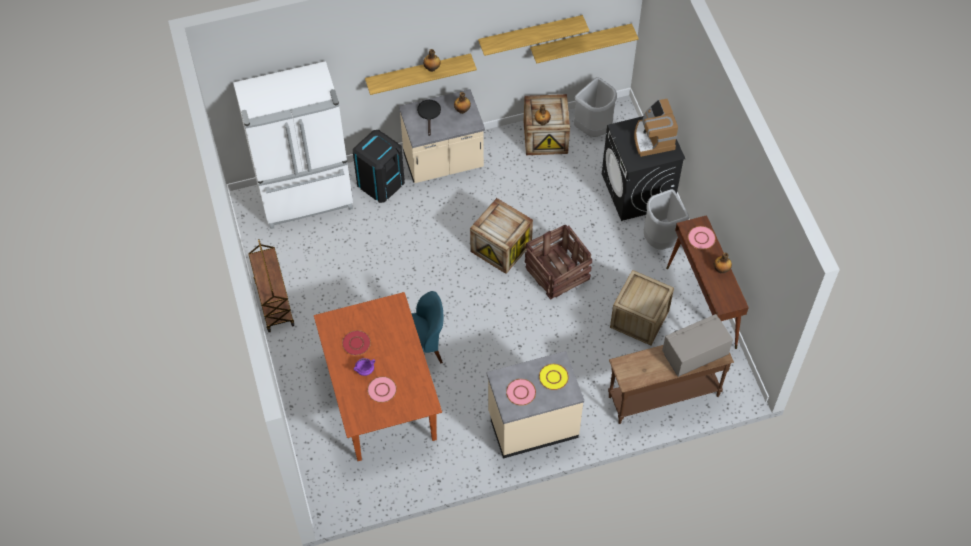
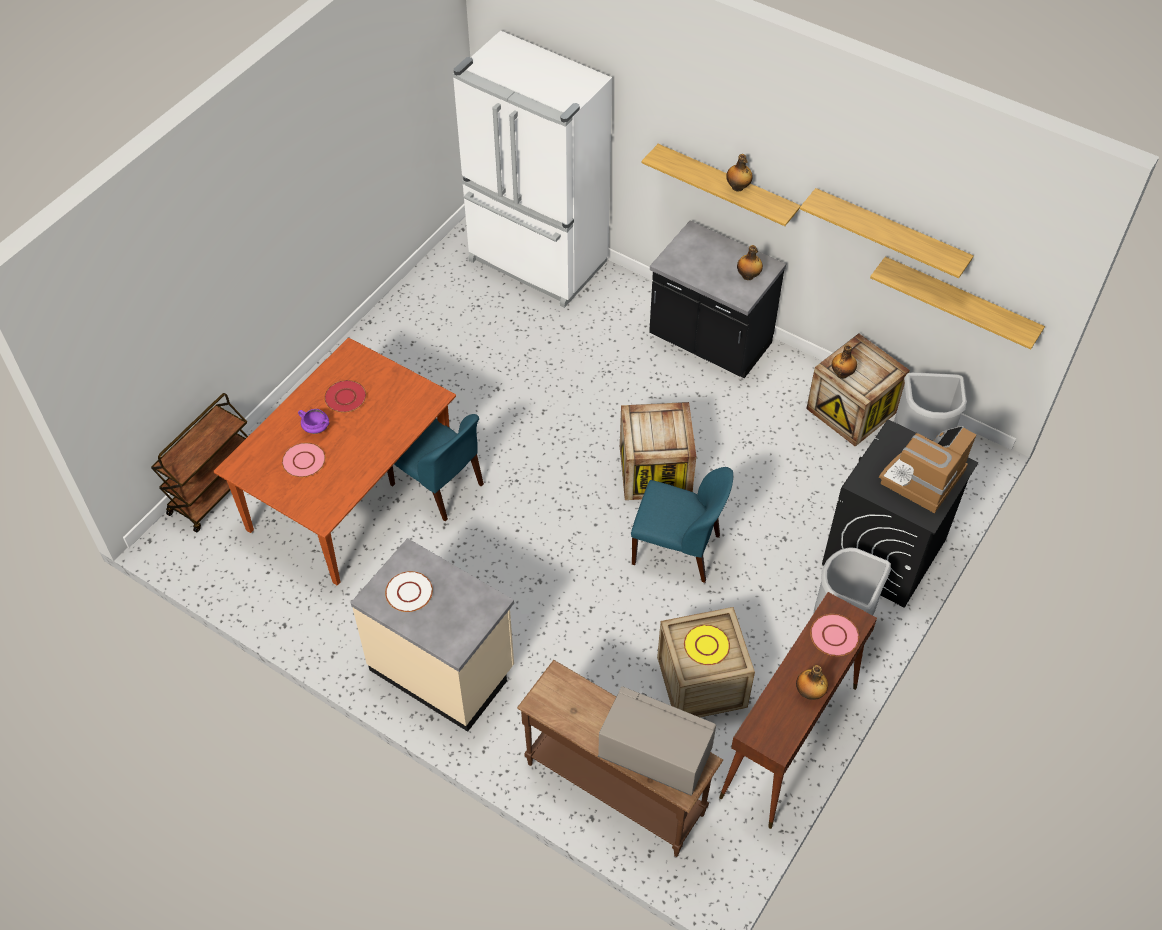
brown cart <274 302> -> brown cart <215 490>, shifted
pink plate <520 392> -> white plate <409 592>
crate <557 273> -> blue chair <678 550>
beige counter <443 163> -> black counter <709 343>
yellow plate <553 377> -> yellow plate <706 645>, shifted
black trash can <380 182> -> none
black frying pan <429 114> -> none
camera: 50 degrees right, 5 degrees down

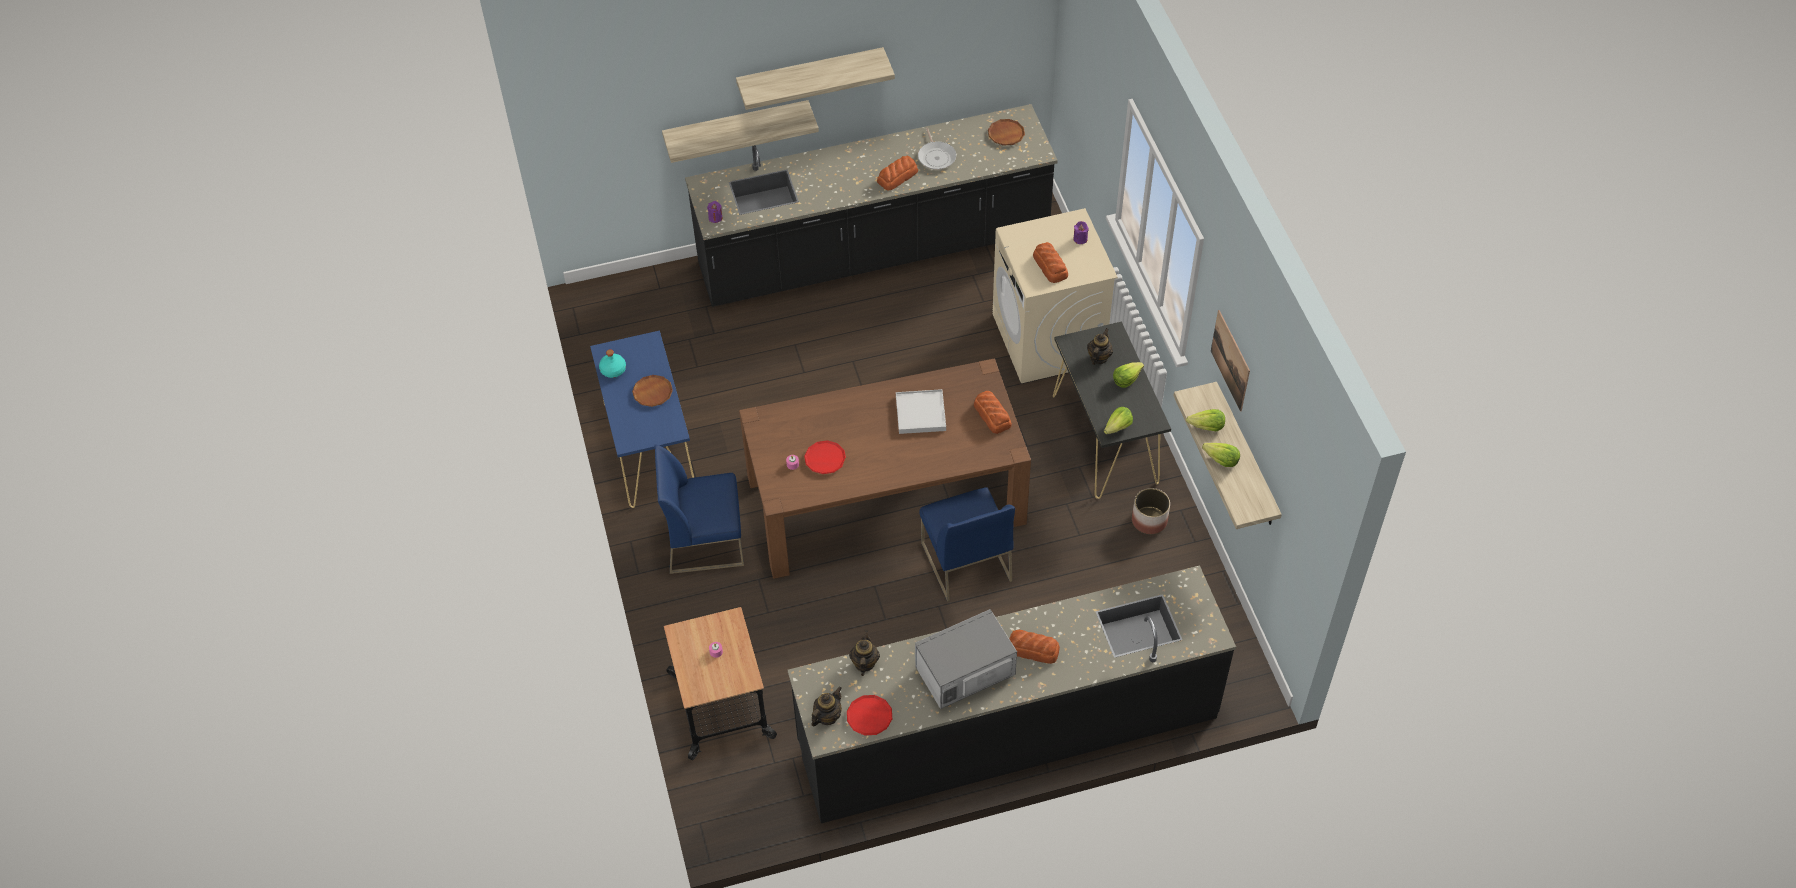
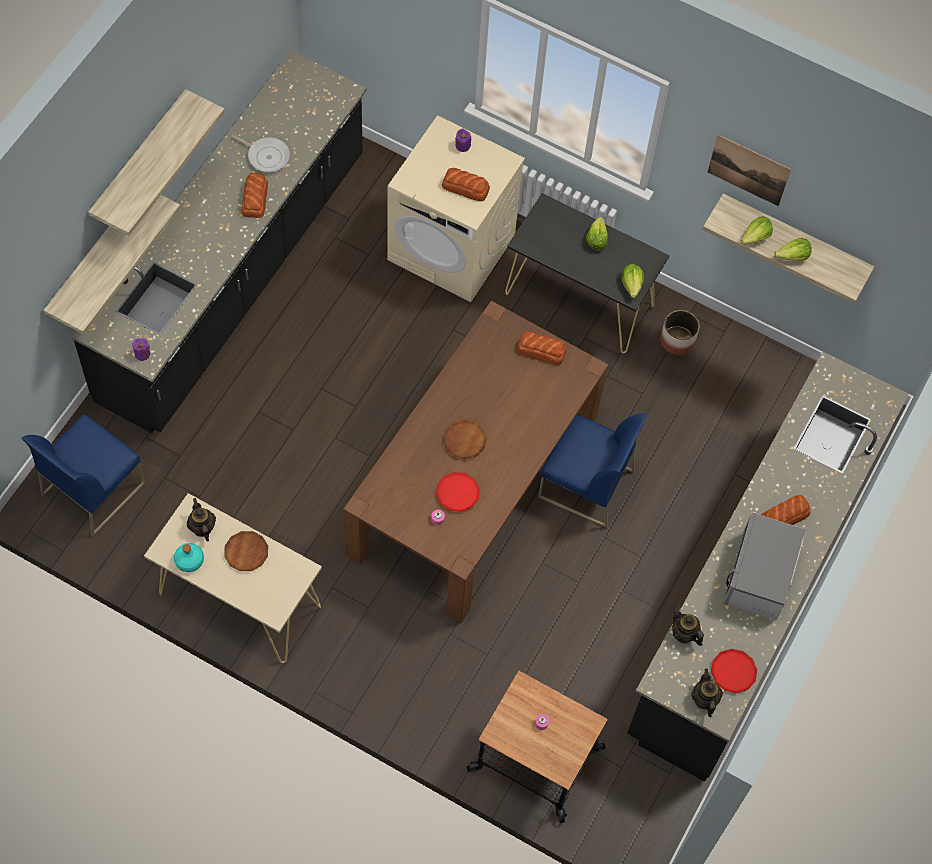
blue chair <705 540> -> blue chair <93 488>, shifted
blue console table <649 447> -> beige console table <239 599>
teapot <1098 357> -> teapot <202 528>, shifted
brown plate <1006 134> -> brown plate <464 441>, shifted
white tray <920 413> -> none
camera: 50 degrees left, 10 degrees up

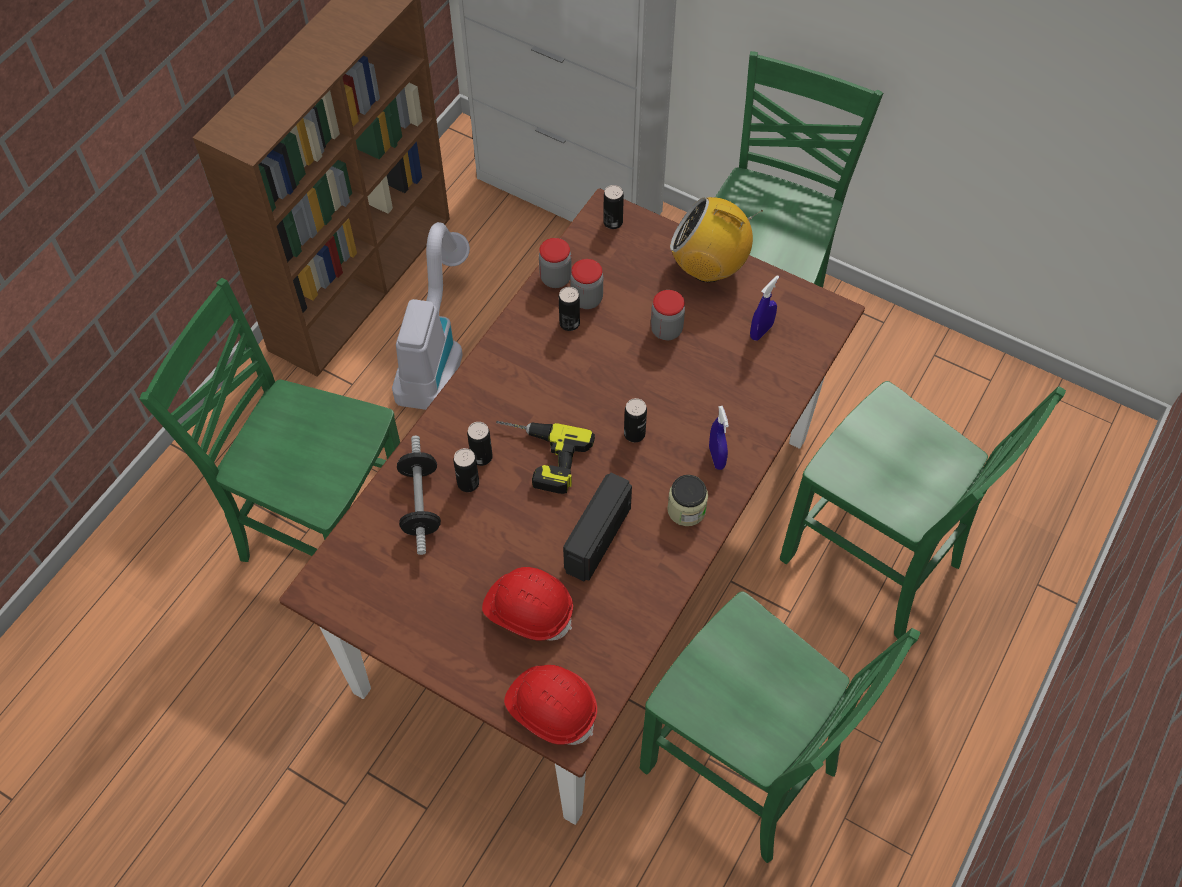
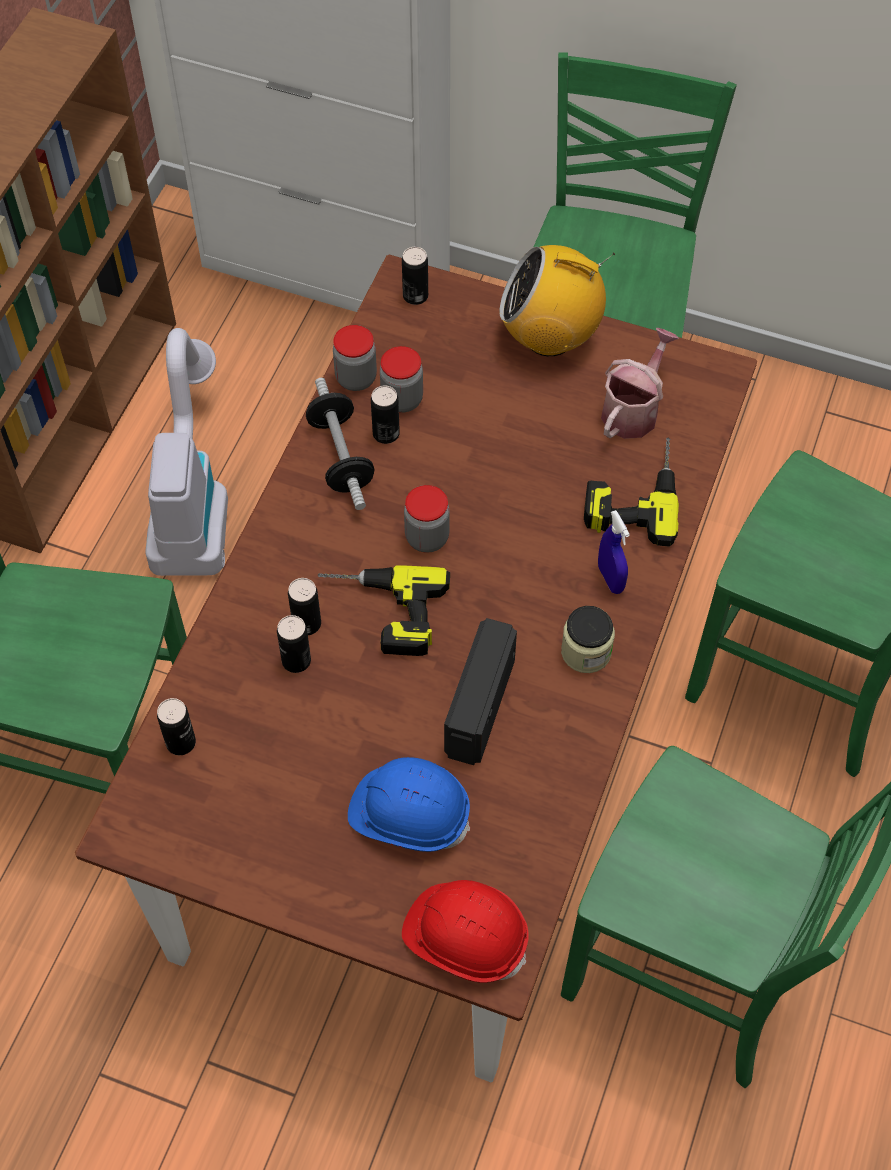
can <634 434> -> can <181 742>, shifted
dumbbell <420 503> -> dumbbell <341 456>, shifted
red hard hat <528 610> -> blue hard hat <409 814>
jar <666 330> -> jar <427 537>, shifted
none -> power drill <632 493>
blue spray bottle <761 331> -> watering can <633 409>
camera: 10 degrees left, 0 degrees up

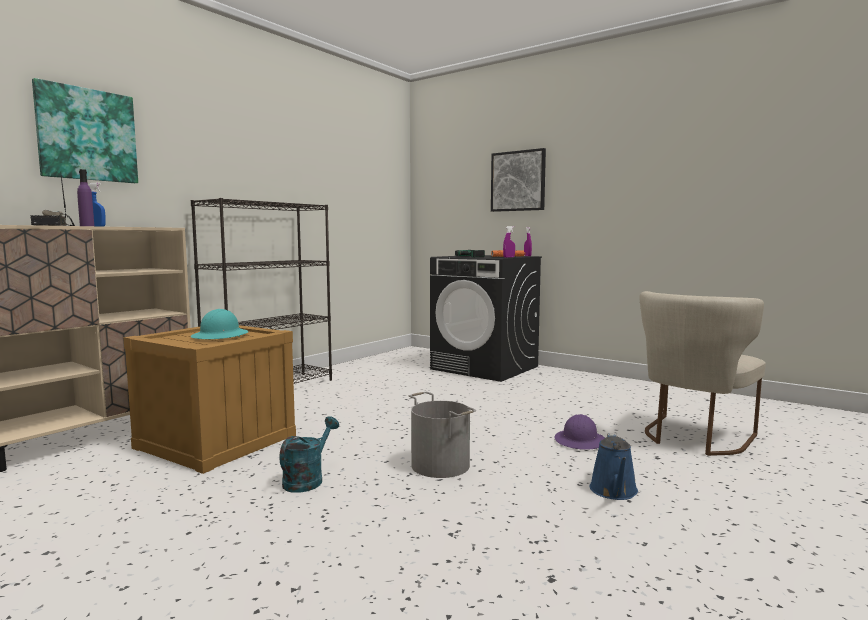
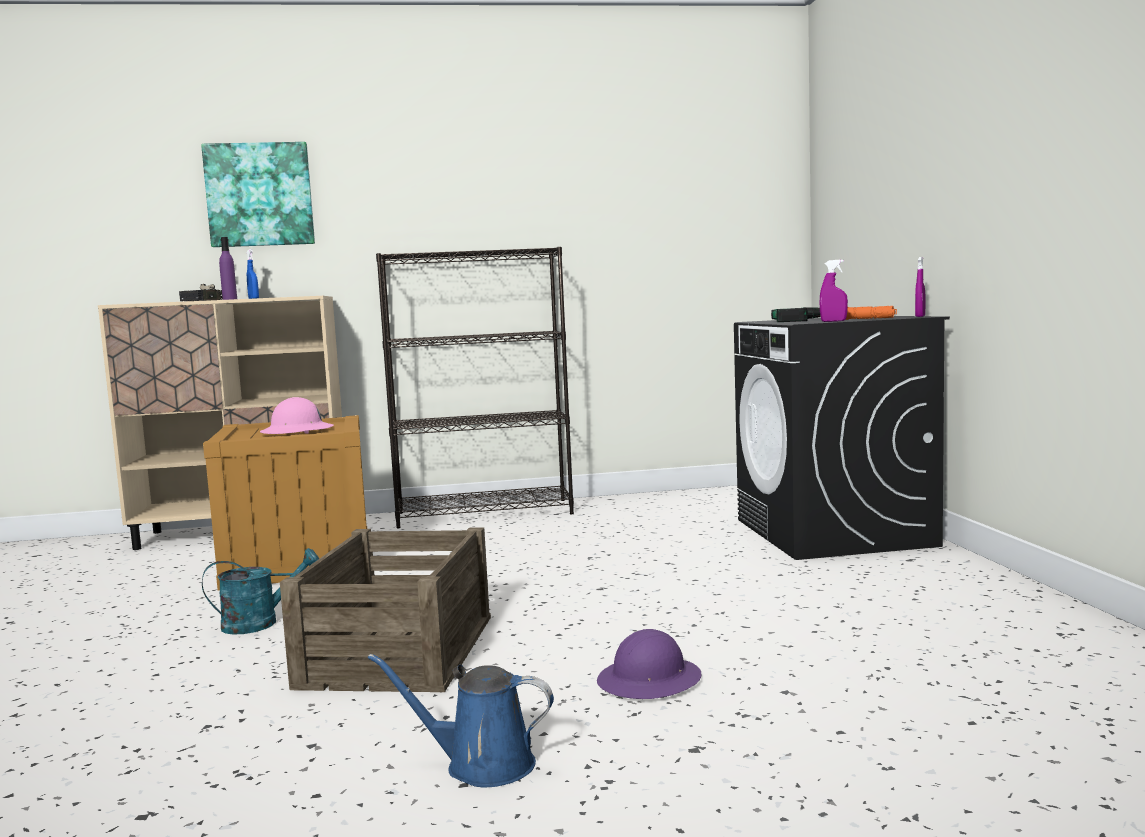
turquoise hard hat <220 336> -> pink hard hat <297 431>
grey bucket <439 465> -> crate <397 651>
blue watering can <614 492> -> blue watering can <481 765>, 45 degrees clockwise
picture <518 181> -> none
beige chair <694 438> -> none
camera: 45 degrees right, 0 degrees up

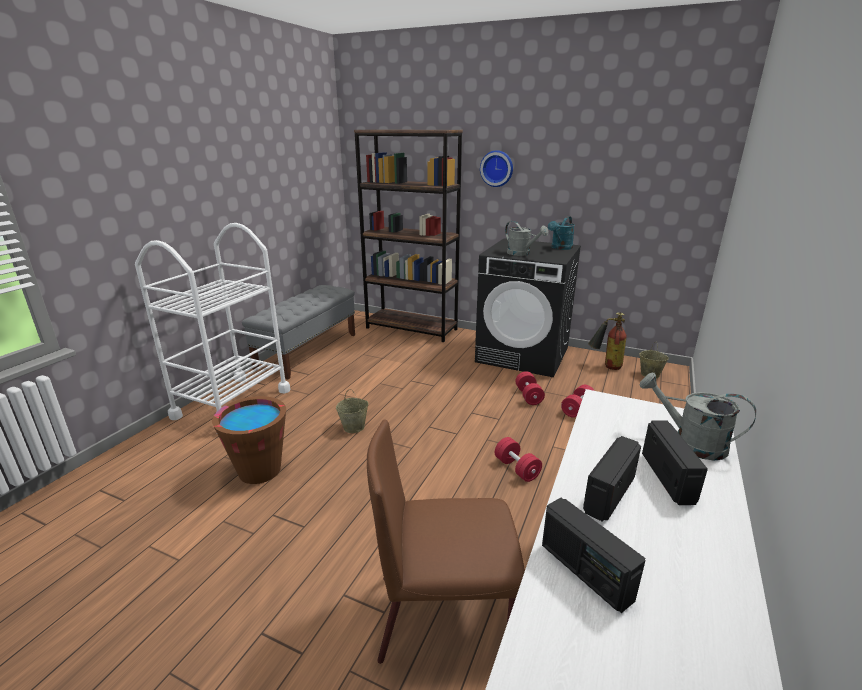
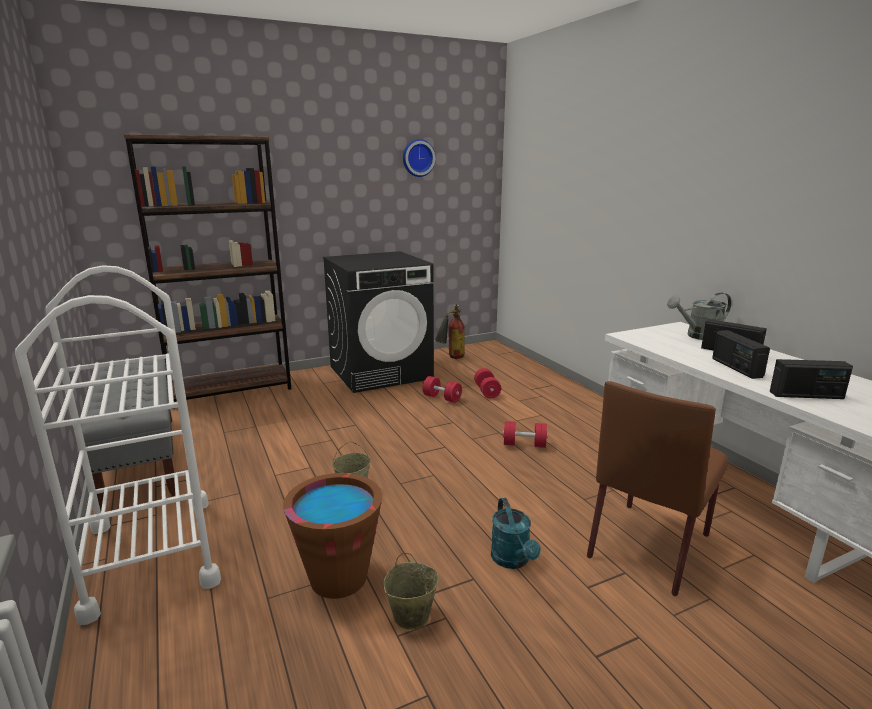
beige bucket <649 374> -> beige bucket <410 616>, shifted
wall clock <497 168> -> wall clock <417 158>, shifted
turquoise watering can <560 248> -> turquoise watering can <513 561>, shifted
grey watering can <522 254> -> none
camera: 50 degrees left, 5 degrees down

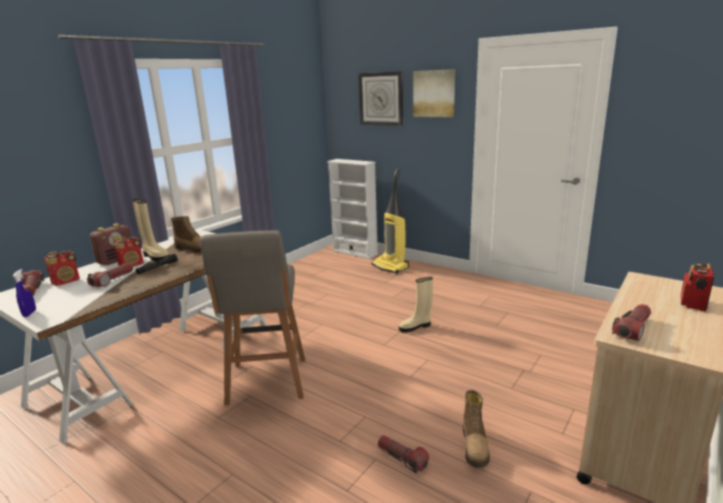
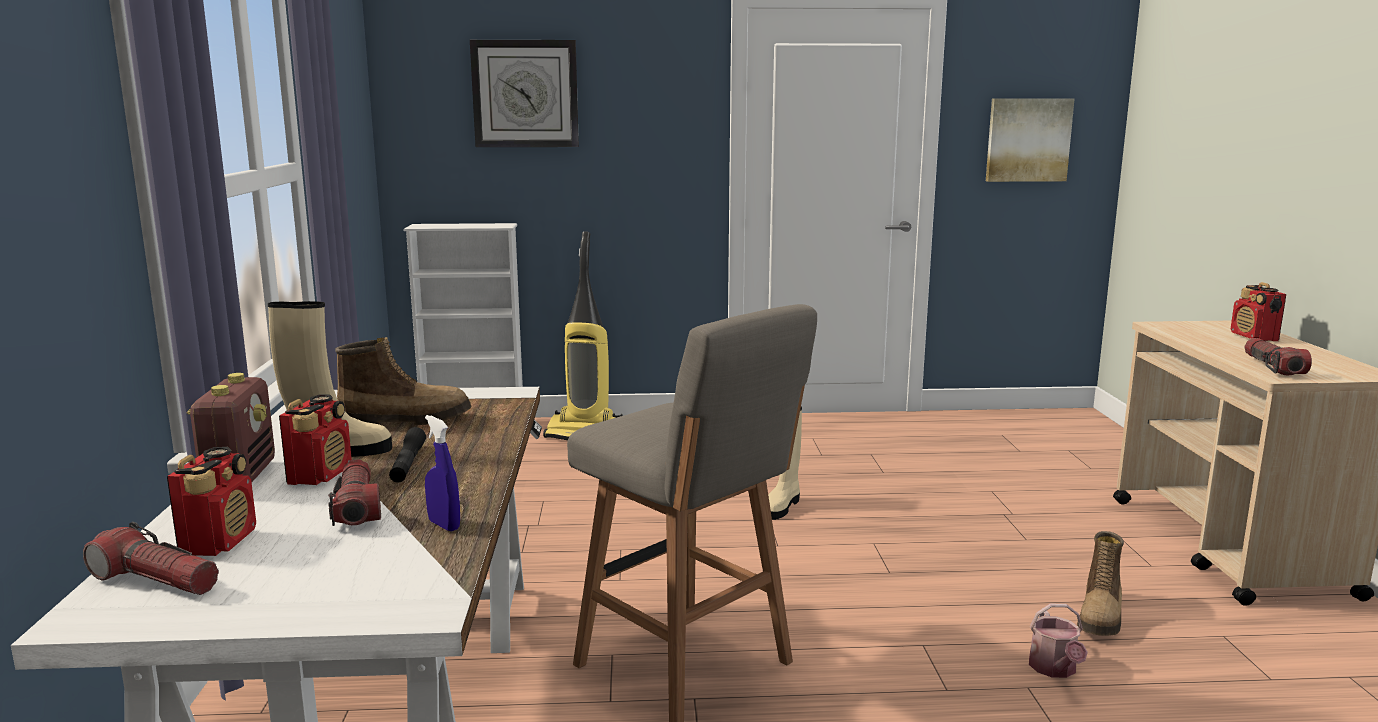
blue spray bottle <29 313> -> blue spray bottle <444 525>, shifted
picture <434 93> -> picture <1028 140>, shifted
flashlight <402 458> -> watering can <1054 669>
boot <475 446> -> boot <1101 617>, 60 degrees clockwise
camera: 40 degrees left, 5 degrees down

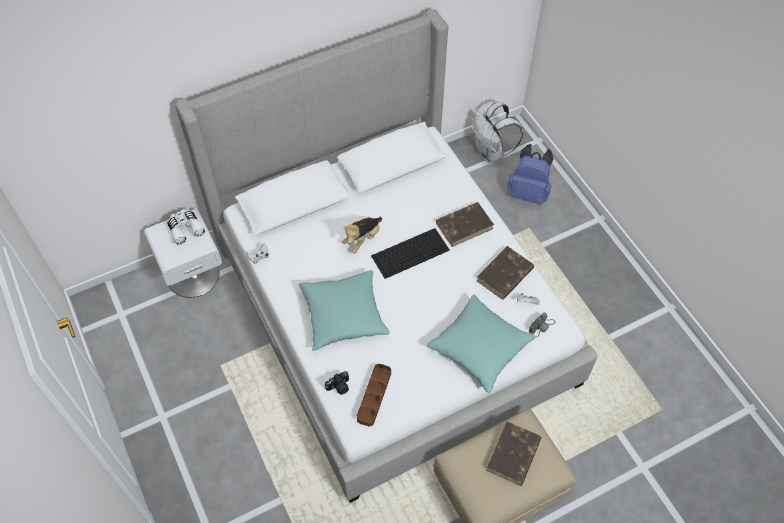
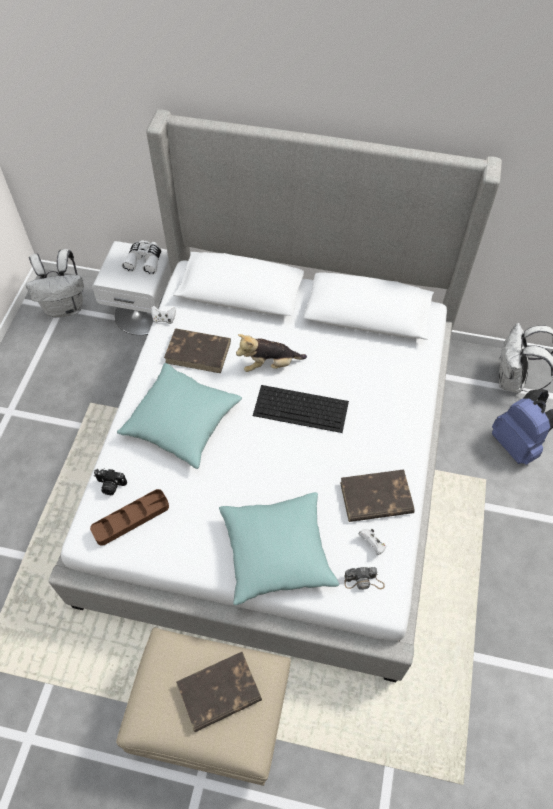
none -> white backpack <66 307>
brown book <464 225> -> brown book <199 352>, shifted
camera: 40 degrees right, 0 degrees up

